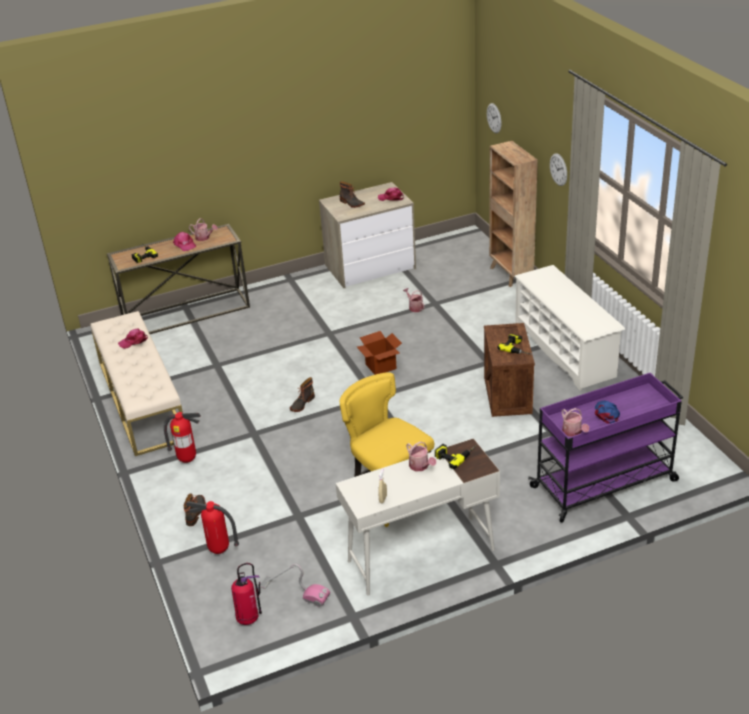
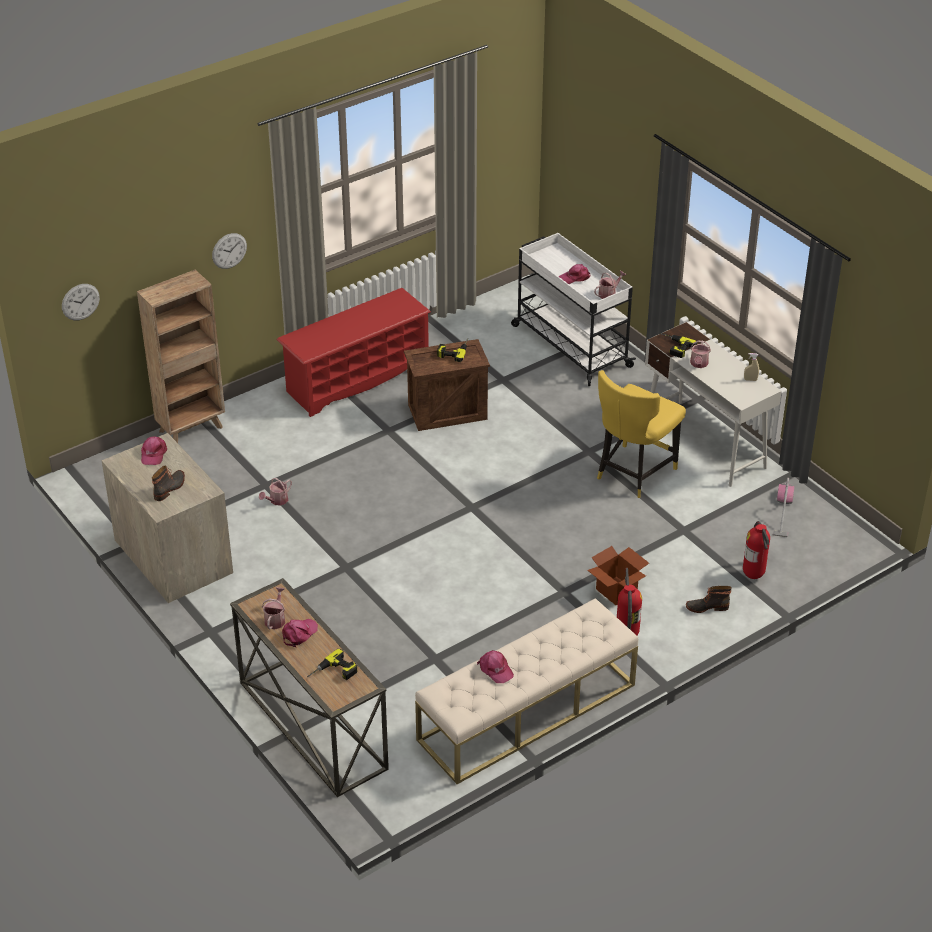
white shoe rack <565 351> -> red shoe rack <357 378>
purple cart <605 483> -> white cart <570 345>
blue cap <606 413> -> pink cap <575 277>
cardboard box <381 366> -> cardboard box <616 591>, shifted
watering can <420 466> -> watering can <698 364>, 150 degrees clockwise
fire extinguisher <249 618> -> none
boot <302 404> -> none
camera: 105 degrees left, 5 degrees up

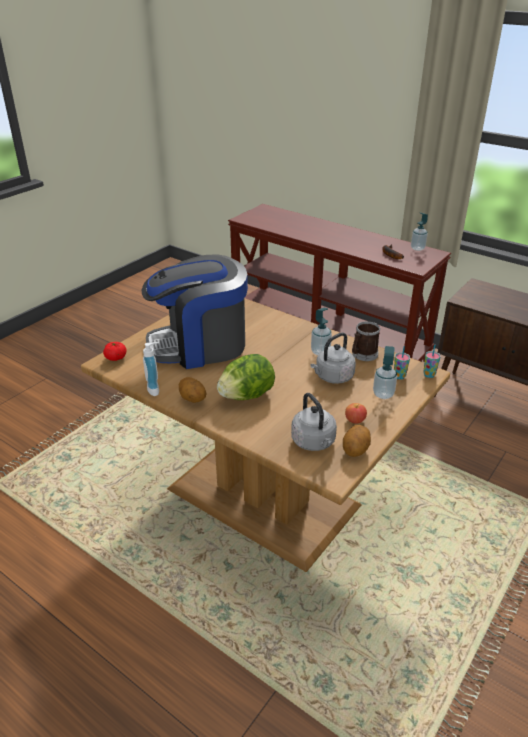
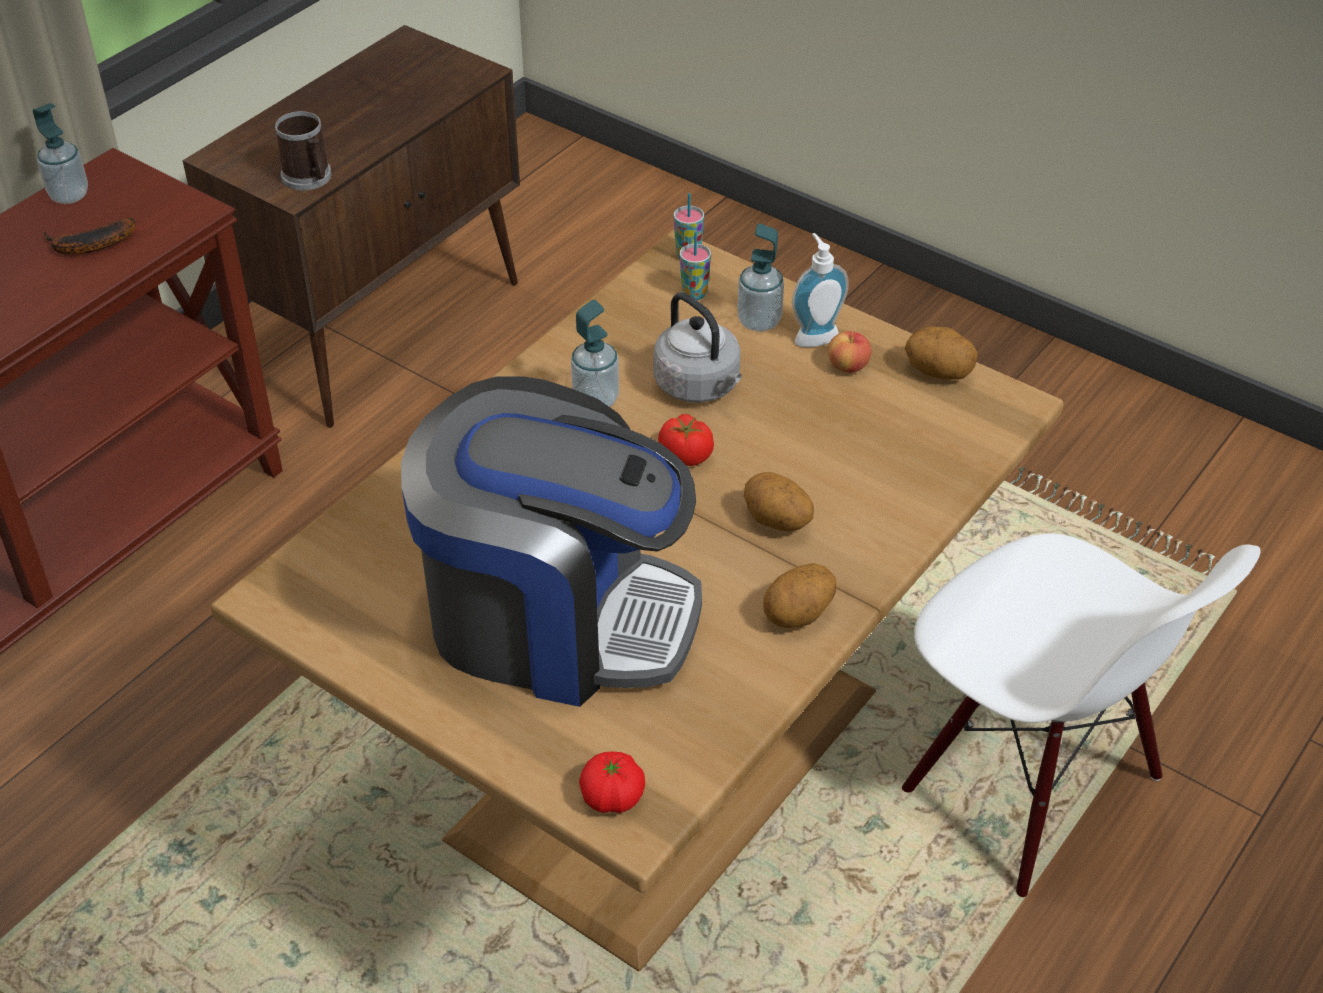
mug <363 355> -> mug <309 178>, shifted
coffee machine <199 345> -> coffee machine <556 617>, 60 degrees counterclockwise
none -> tomato <685 456>
lettuce <247 395> -> potato <776 522>
soap dispenser <156 389> -> soap dispenser <814 335>, shifted
none -> white chair <1029 787>
grey kettle <314 442> -> none
camera: 90 degrees left, 10 degrees up

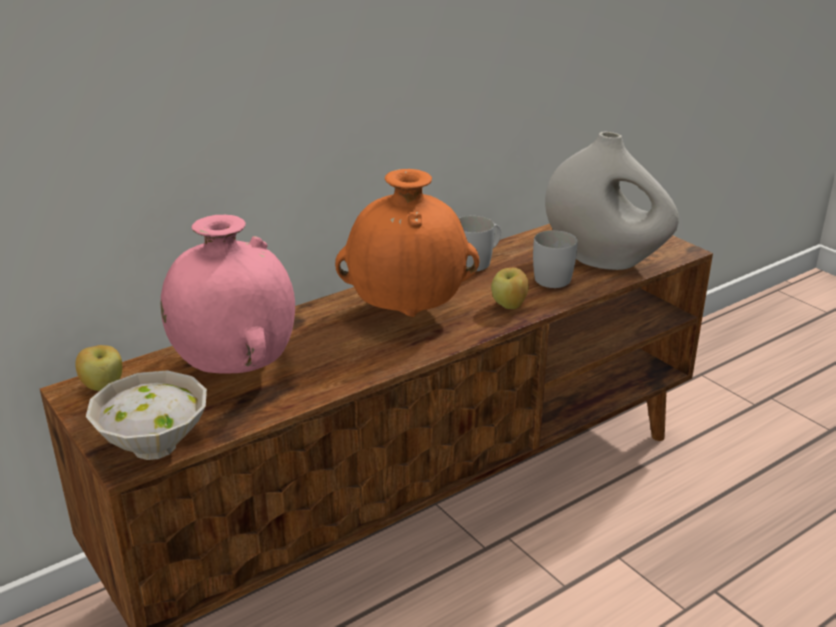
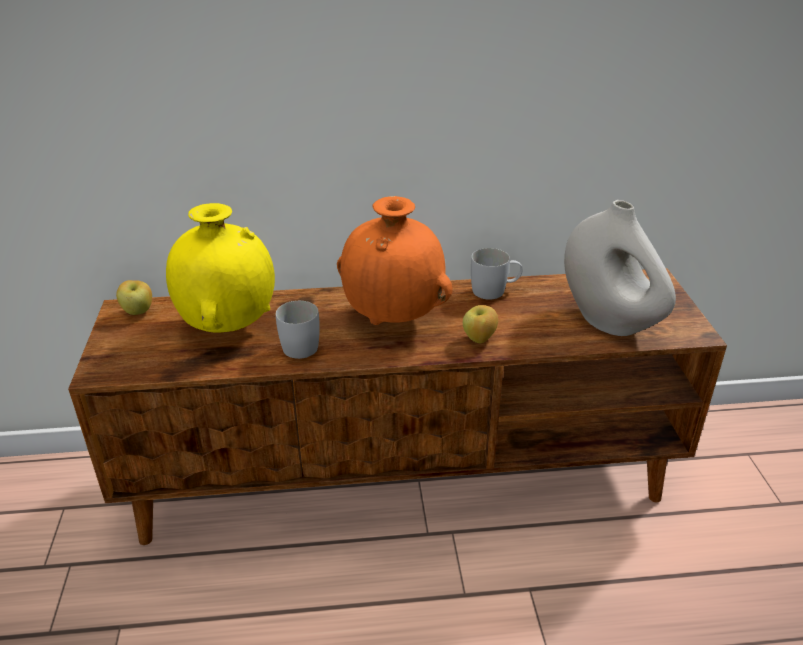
pink vase <235 368> -> yellow vase <228 326>
white mug <550 276> -> white mug <304 344>, shifted
white bowl <152 447> -> none
camera: 30 degrees right, 5 degrees up

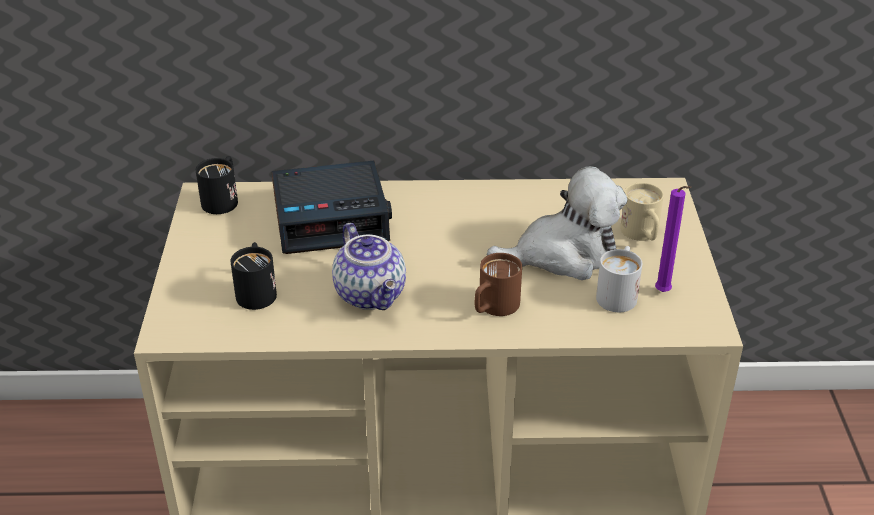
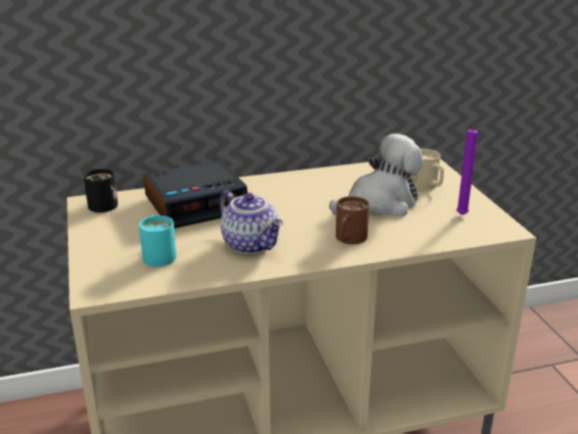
black mug <256 290> -> turquoise mug <158 254>
white mug <618 293> -> none
camera: 15 degrees left, 10 degrees down

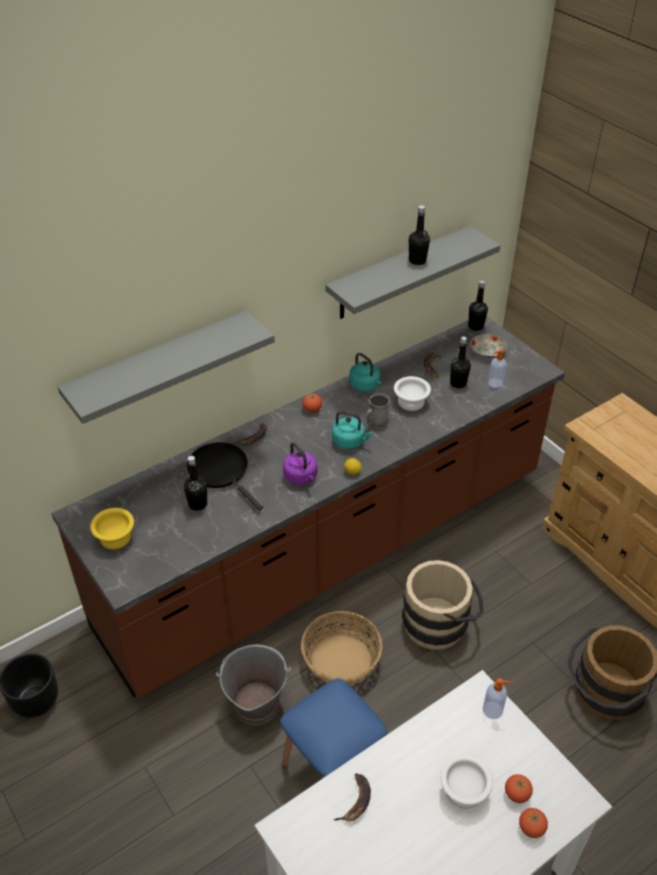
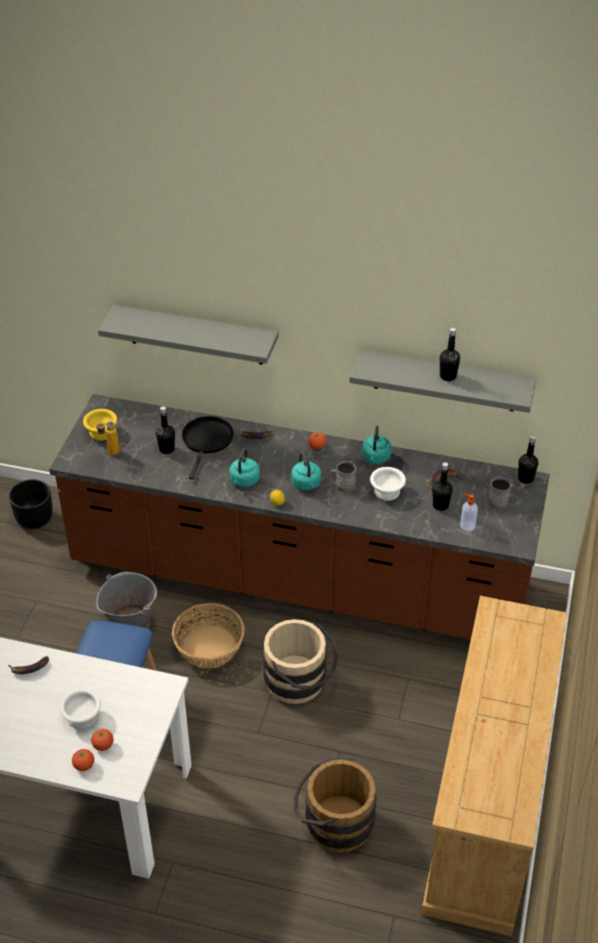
none -> bottle <109 453>
purple kettle <301 477> -> turquoise kettle <244 481>
plate <487 352> -> grey mug <500 502>
soap dispenser <493 710> -> none
camera: 50 degrees right, 0 degrees up

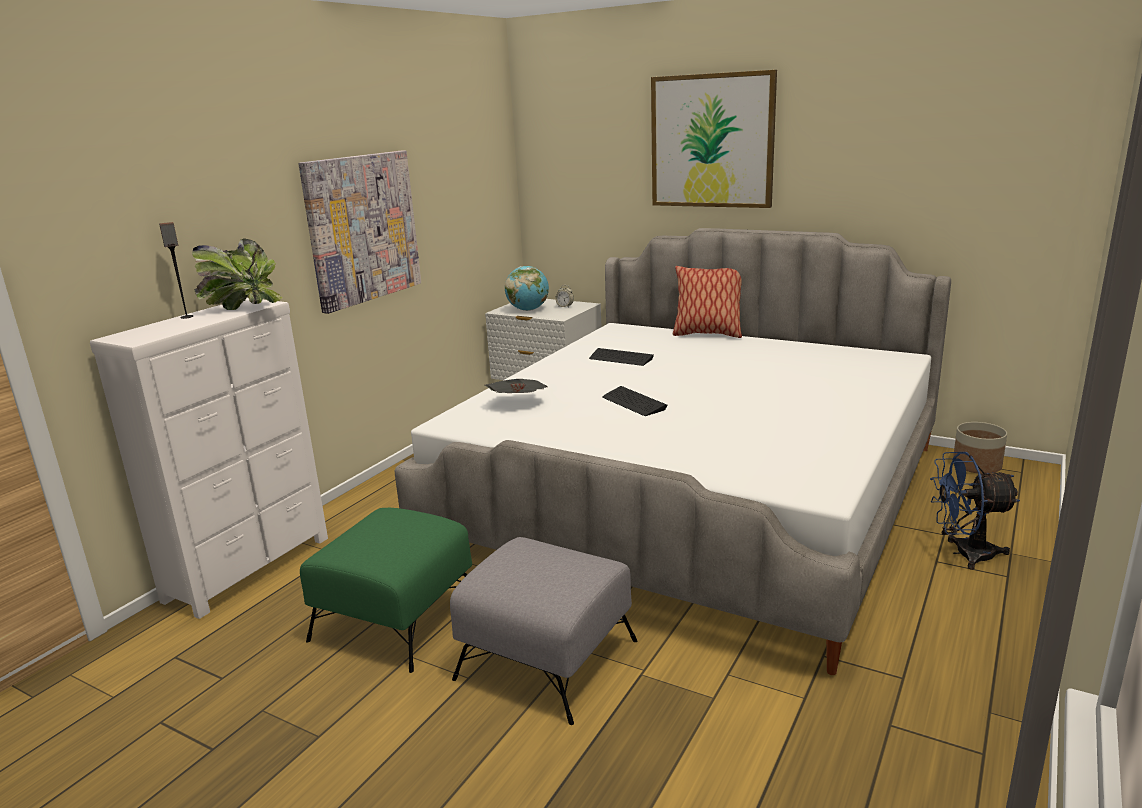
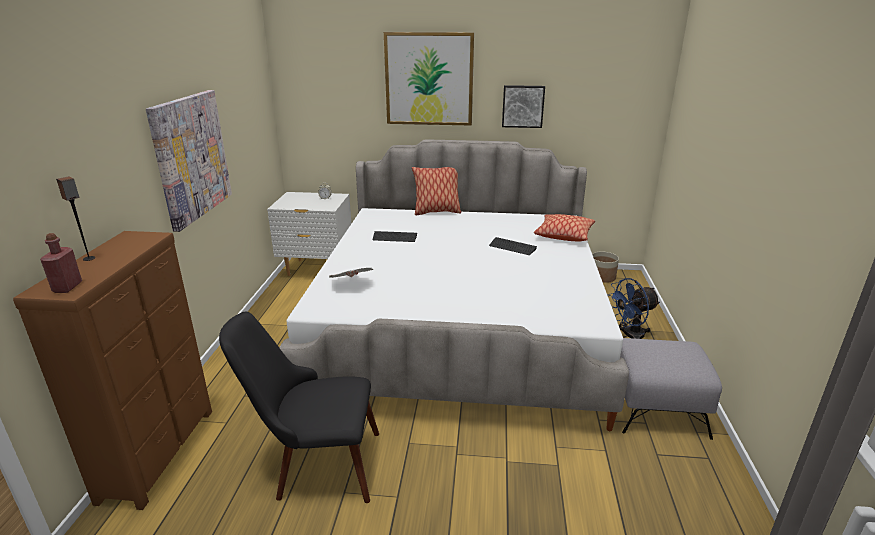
white dresser <251 568> -> brown dresser <160 453>
none -> red bottle <67 287>
green ottoman <397 619> -> black chair <315 465>
keyboard <634 403> -> keyboard <512 247>, shifted
none -> picture <523 106>
none -> pillow <564 235>
grey ottoman <547 660> -> grey ottoman <657 407>, shifted
potted plant <243 308> -> none
globe <528 310> -> none
camera: 25 degrees left, 5 degrees up

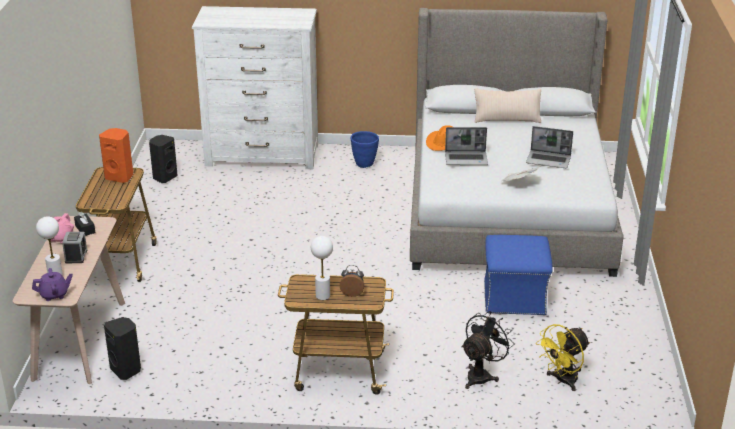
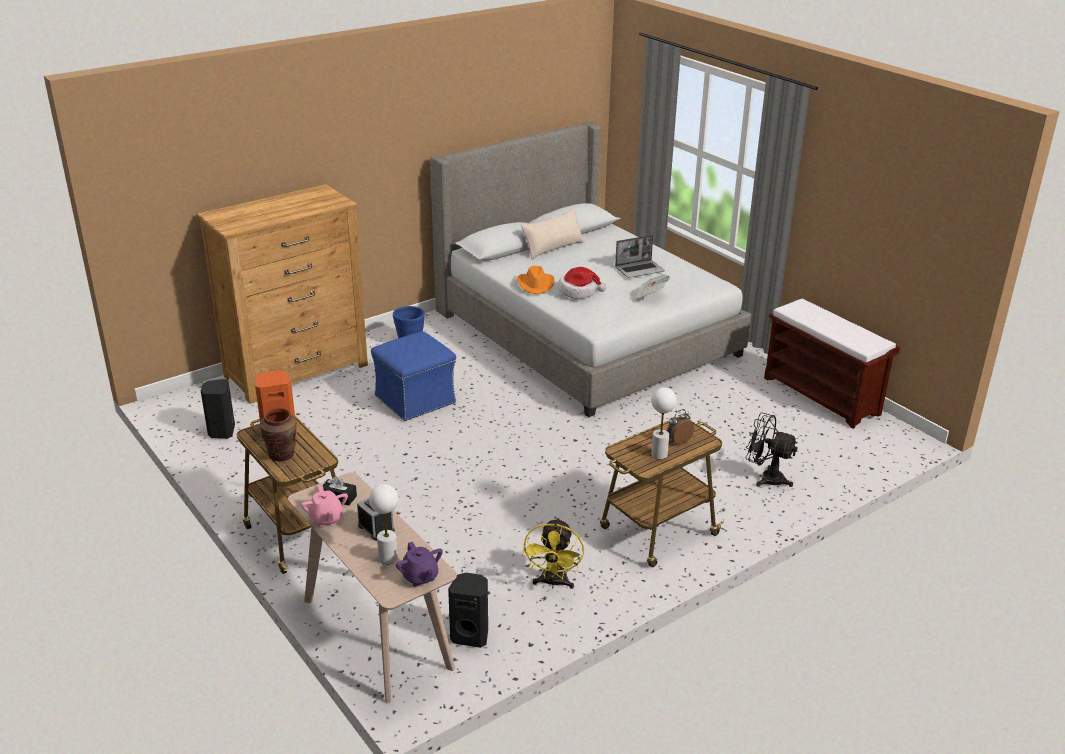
white dresser <262 155> -> brown dresser <297 371>
none -> brown vase <282 455>
blue ottoman <515 298> -> blue ottoman <416 399>, shifted
purple teapot <54 295> -> purple teapot <420 577>, 120 degrees clockwise
yellow fan <562 381> -> yellow fan <553 583>, shifted
laptop <466 159> -> hat <578 291>
black fan <481 375> -> black fan <766 478>, 60 degrees counterclockwise
none -> brown bench <822 396>
camera: 40 degrees left, 0 degrees up

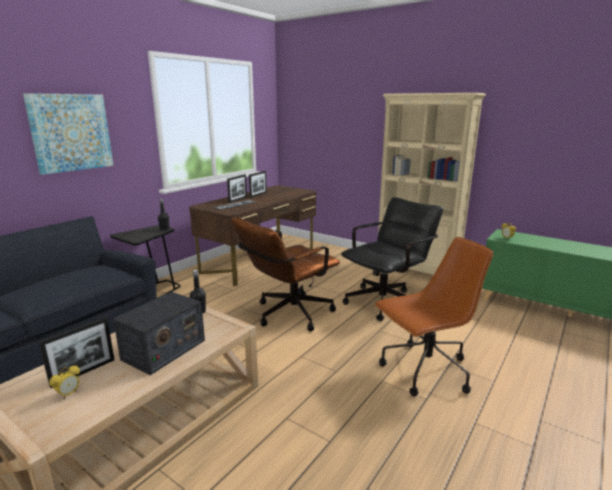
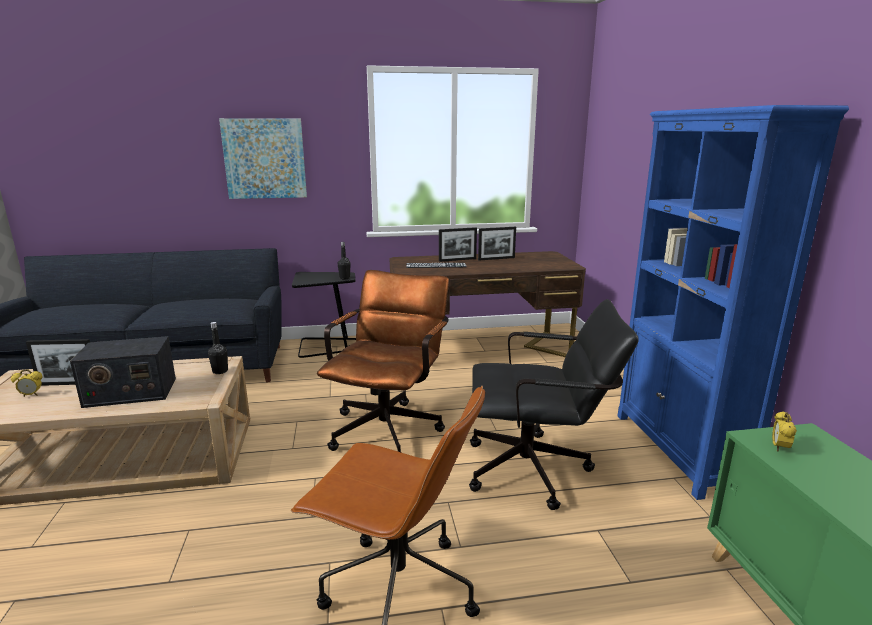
brown office chair <288 315> -> brown office chair <389 426>, 105 degrees clockwise
beige bookcase <417 271> -> blue bookcase <678 451>
camera: 45 degrees right, 0 degrees up

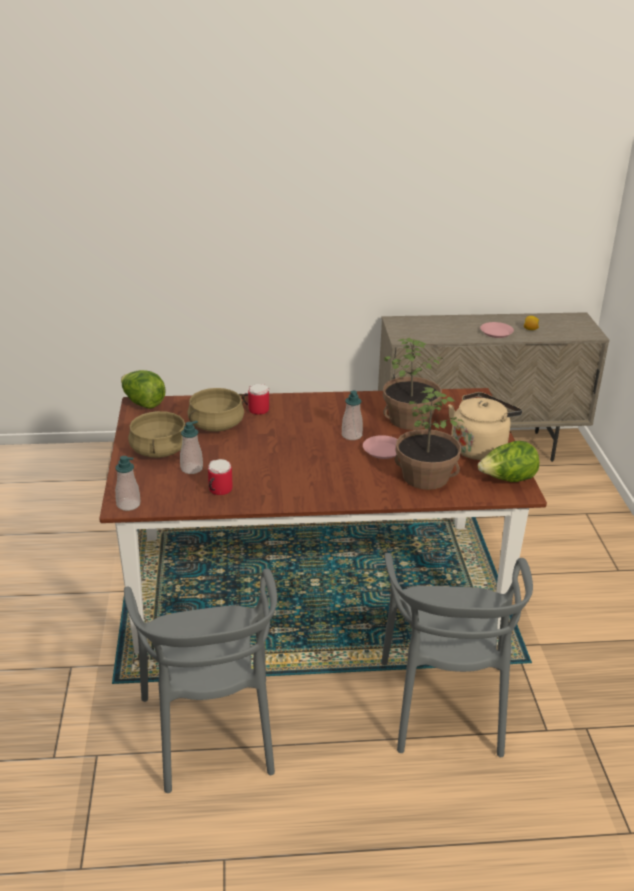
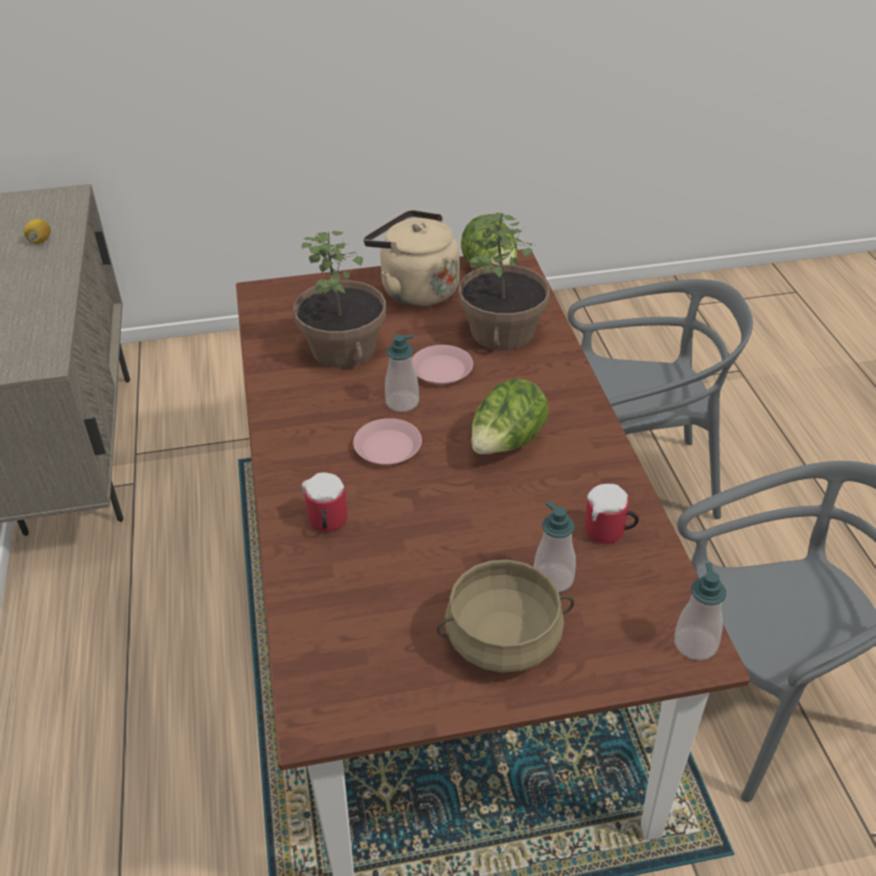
pink plate <496 332> -> pink plate <388 447>, shifted
lettuce <143 403> -> lettuce <506 444>, shifted
beige cooking pot <216 425> -> none
camera: 95 degrees left, 10 degrees up

